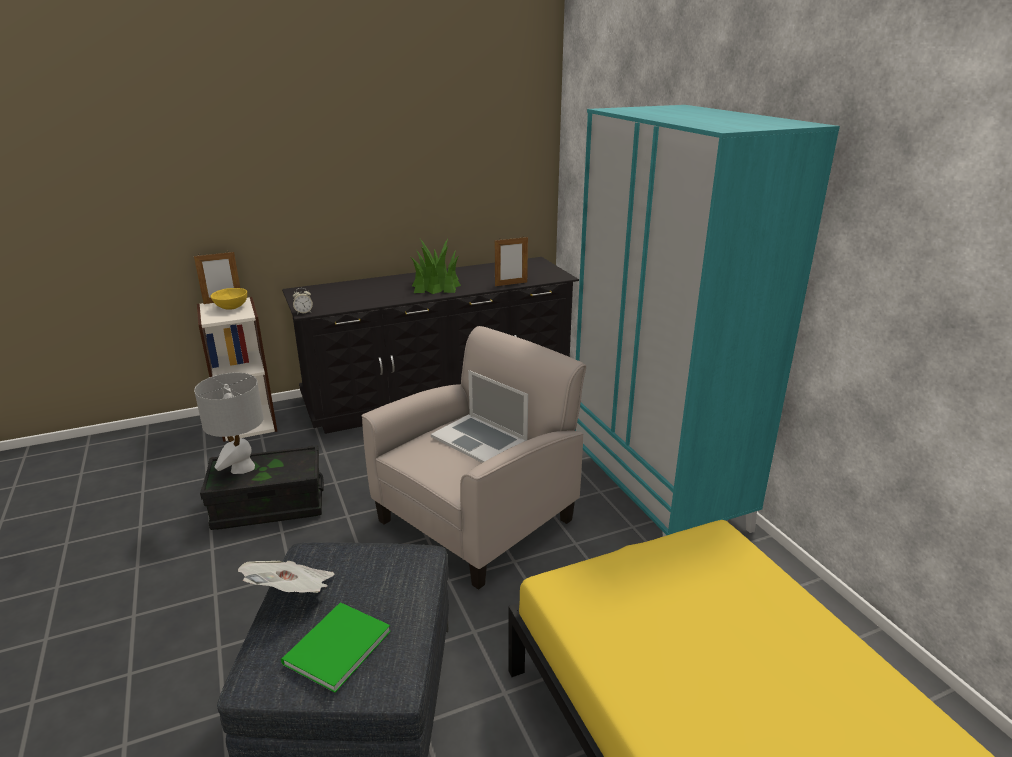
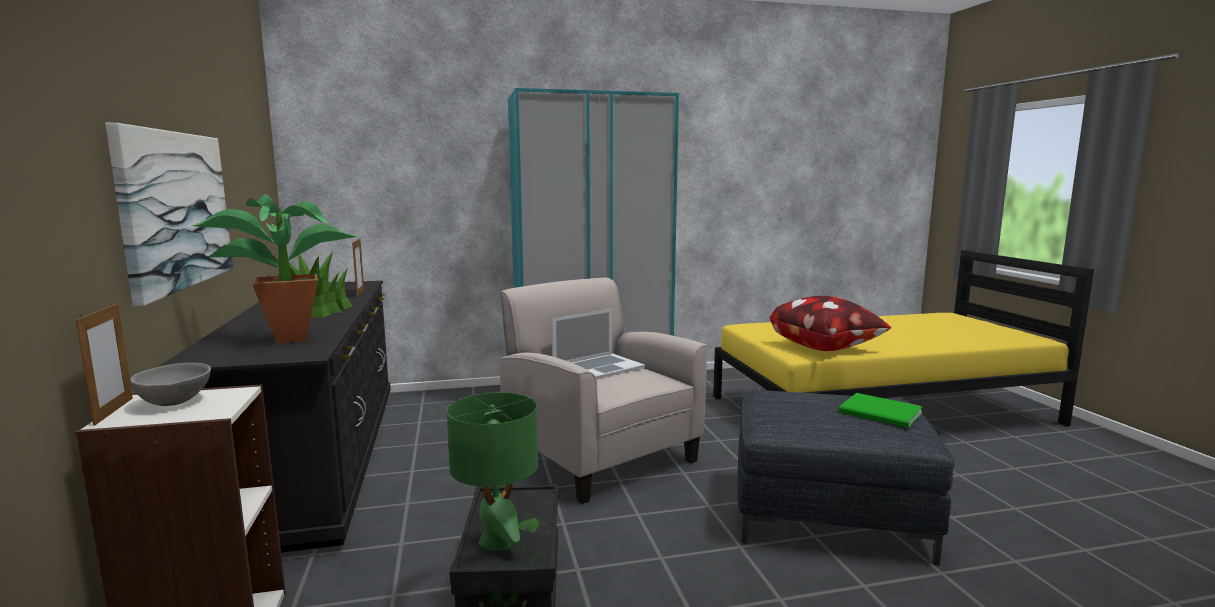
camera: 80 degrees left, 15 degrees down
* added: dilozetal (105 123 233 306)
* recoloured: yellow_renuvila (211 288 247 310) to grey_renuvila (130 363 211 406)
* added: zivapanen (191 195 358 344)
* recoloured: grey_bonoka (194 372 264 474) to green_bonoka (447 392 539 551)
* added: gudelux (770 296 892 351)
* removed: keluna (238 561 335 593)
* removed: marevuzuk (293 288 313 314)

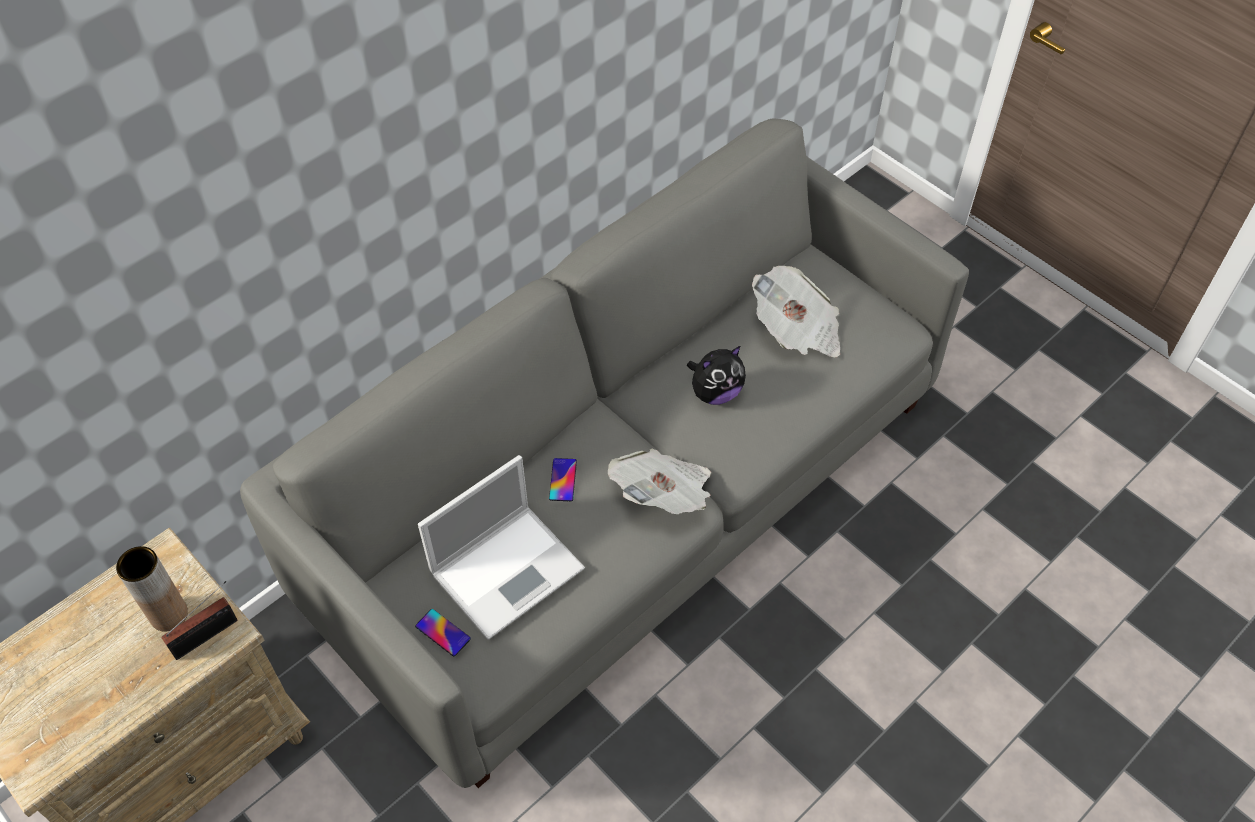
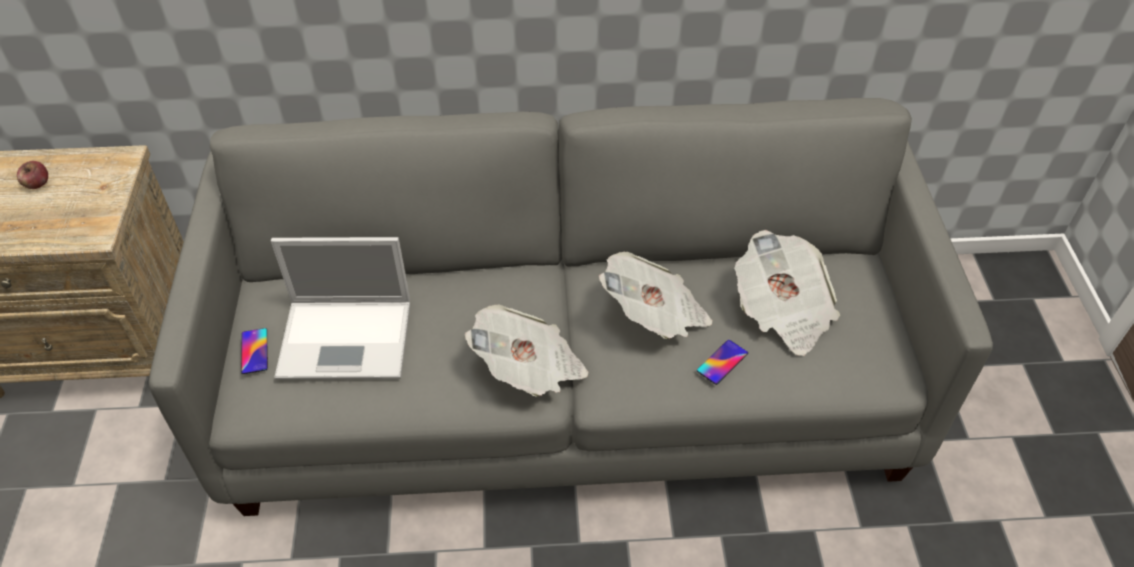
camera: 40 degrees right, 5 degrees down
* added: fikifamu (17 161 48 189)
* replaced: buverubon (687 346 746 405) to keluna (599 252 712 340)
* moved: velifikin (549 458 577 501) to (697 340 748 385)
* removed: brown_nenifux (116 546 188 632)
* removed: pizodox (161 581 237 660)

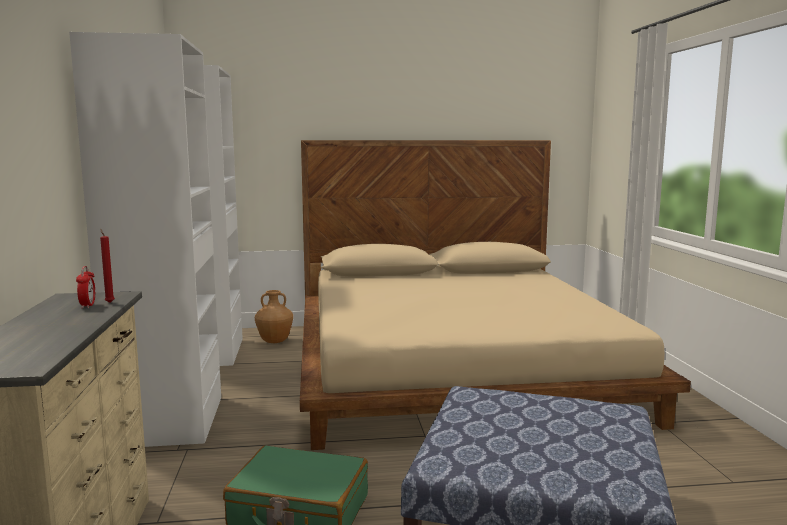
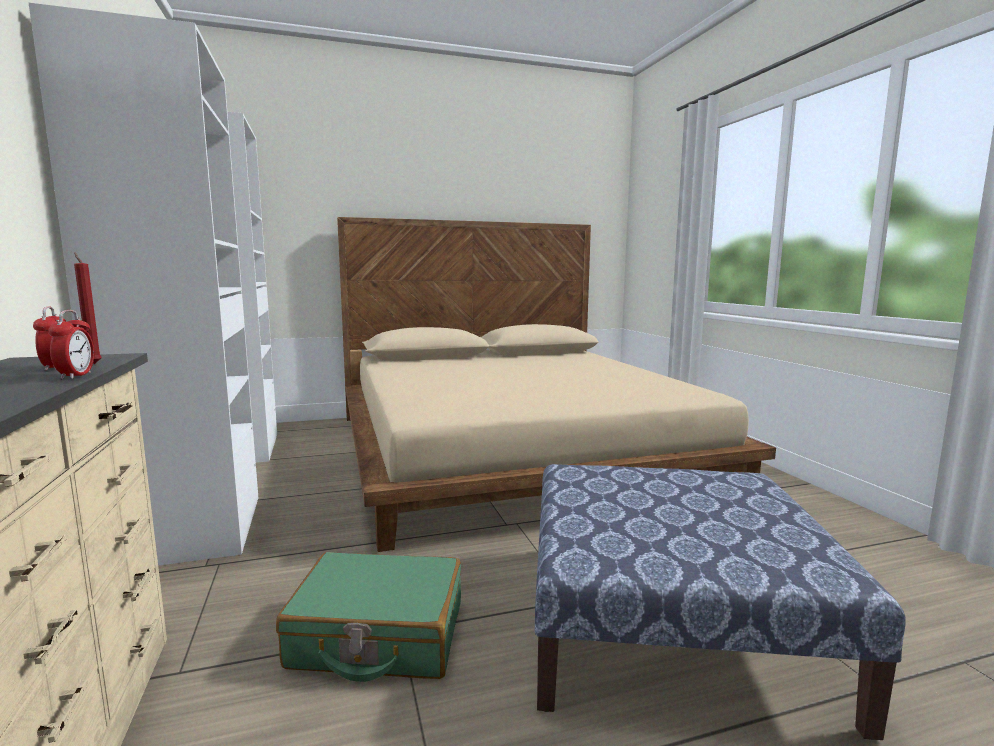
camera: 10 degrees left, 0 degrees up
* added: marevuzuk (49 310 94 379)
* removed: brown_nenifux (255 290 293 343)

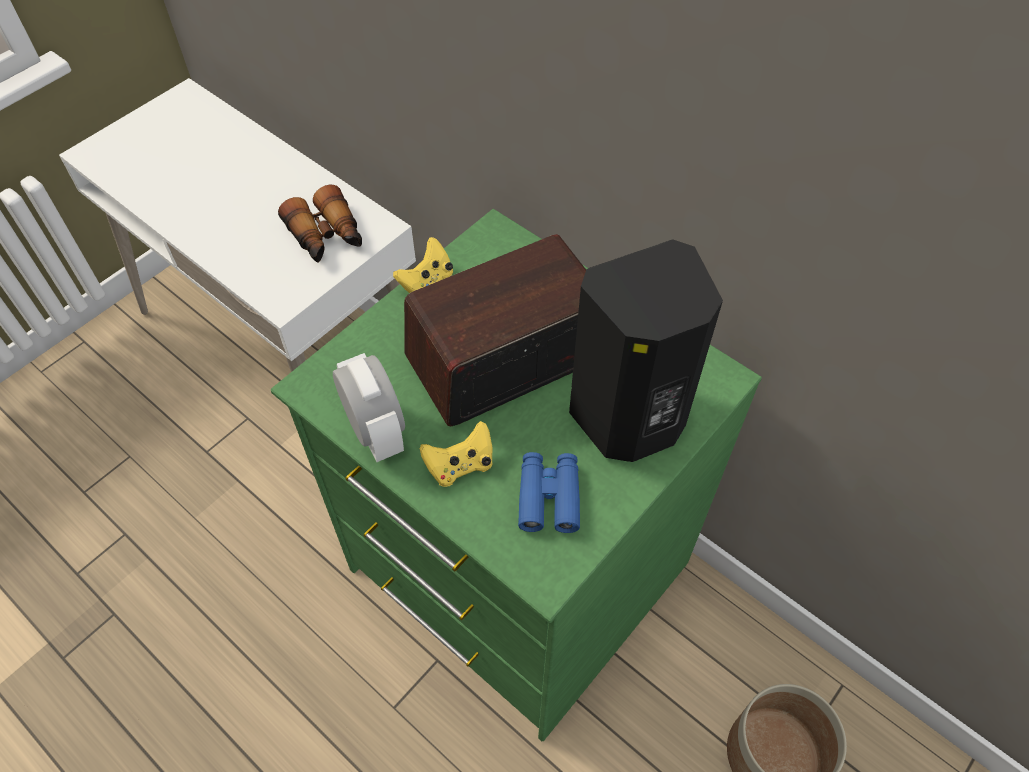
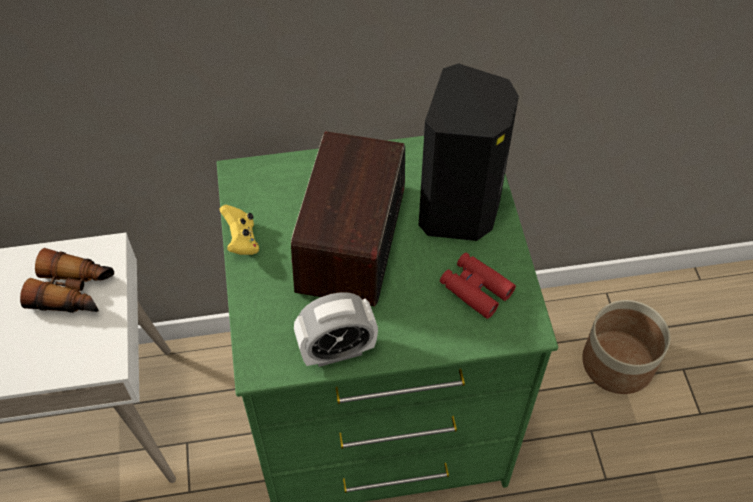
camera: 50 degrees left, 0 degrees up
* turned: marevuzuk (333 353 405 462) = (294 292 378 367) 150 degrees clockwise
* recoloured: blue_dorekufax (518 452 580 533) to red_dorekufax (440 253 516 319)
* removed: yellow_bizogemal (420 421 493 487)

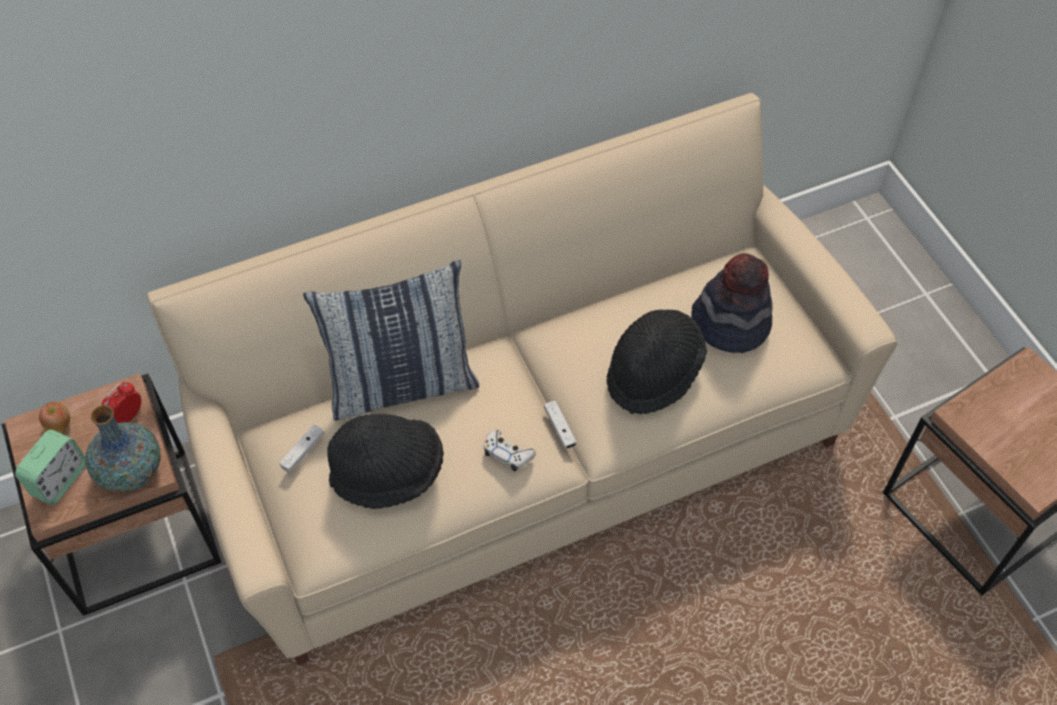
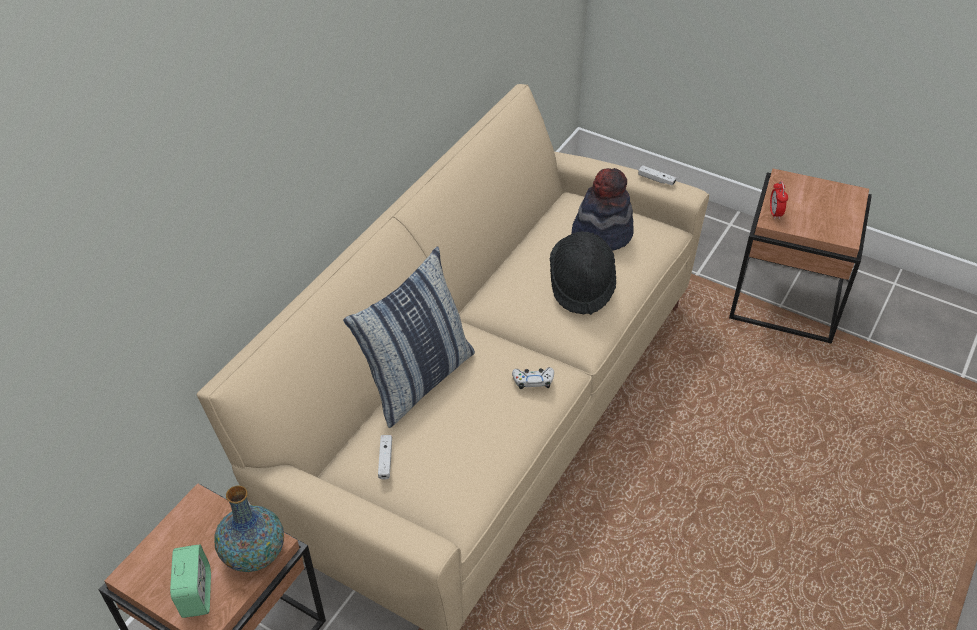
camera: 35 degrees left, 10 degrees down
* moved: white_bizogemal (544 400 577 449) to (638 165 676 185)
* moved: marevuzuk (102 382 141 423) to (770 181 788 219)
* removed: fikifamu (39 402 70 432)
* removed: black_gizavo (327 414 444 509)

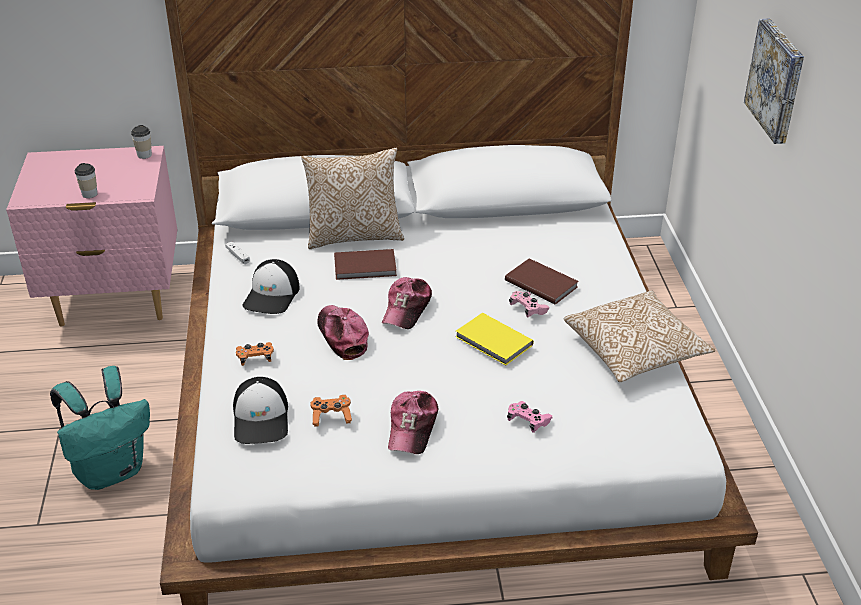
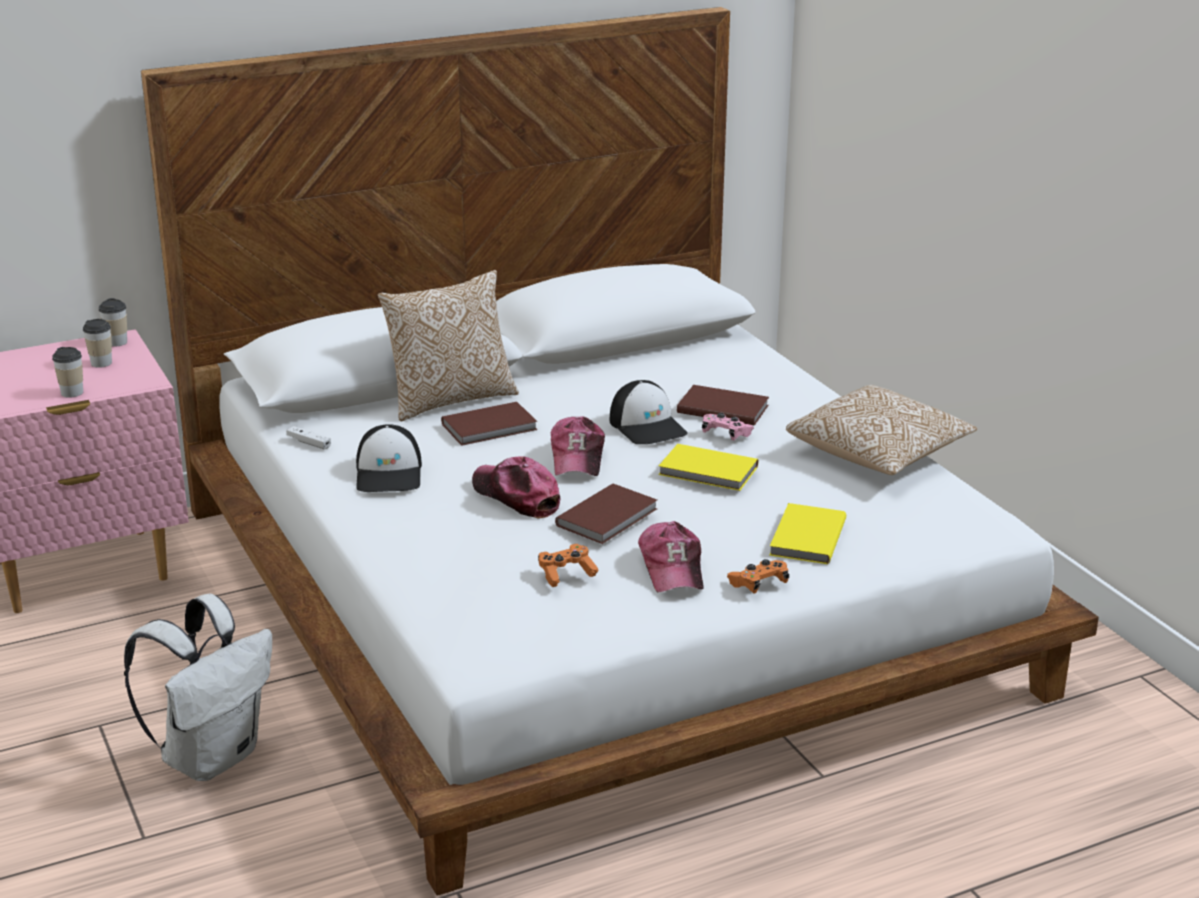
camera: 20 degrees left, 10 degrees down
* added: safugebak (83 319 112 368)
* recoloured: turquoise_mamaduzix (50 366 150 490) to white_mamaduzix (124 593 272 781)
* added: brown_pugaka (555 484 657 544)
* moved: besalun (233 377 288 444) to (610 380 688 444)
* moved: orange_bizogemal (236 342 274 366) to (727 559 789 594)
* replaced: pink_bizogemal (507 401 553 433) to yellow_pugaka (769 503 846 564)
* removed: dilozetal (744 19 804 144)

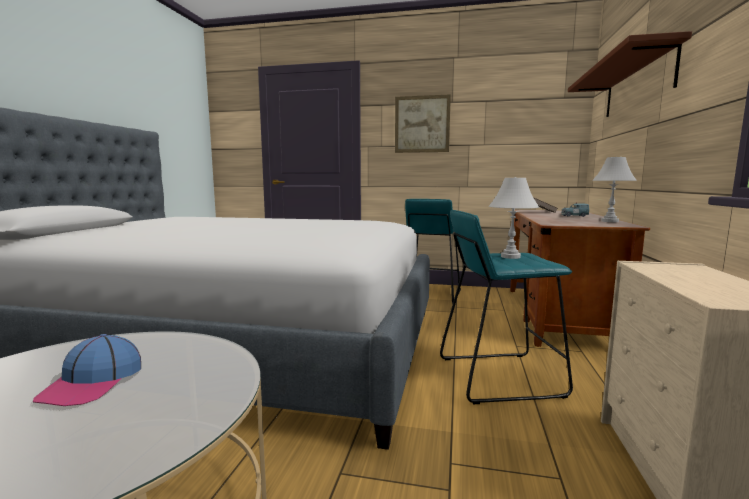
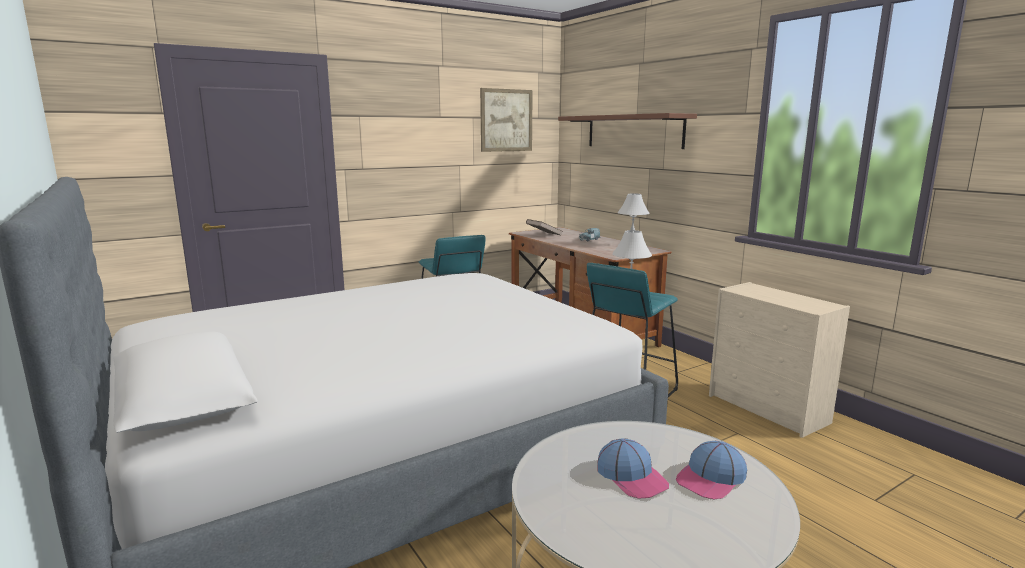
camera: 45 degrees left, 5 degrees up
* moved: dilozetal (395 94 451 153) to (480 88 533 152)
* added: besalun (676 441 747 499)

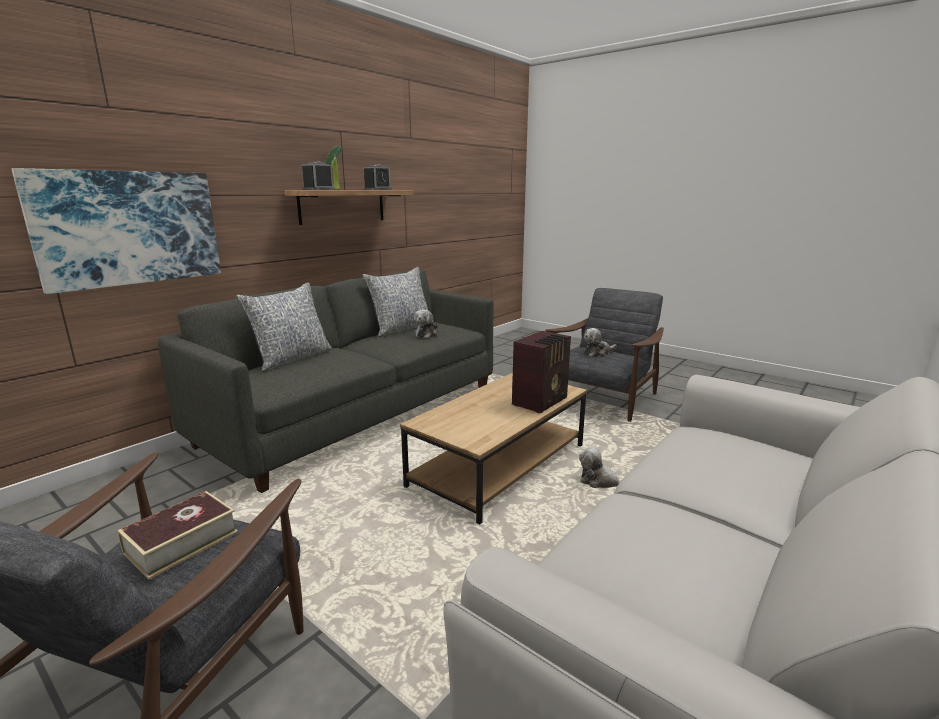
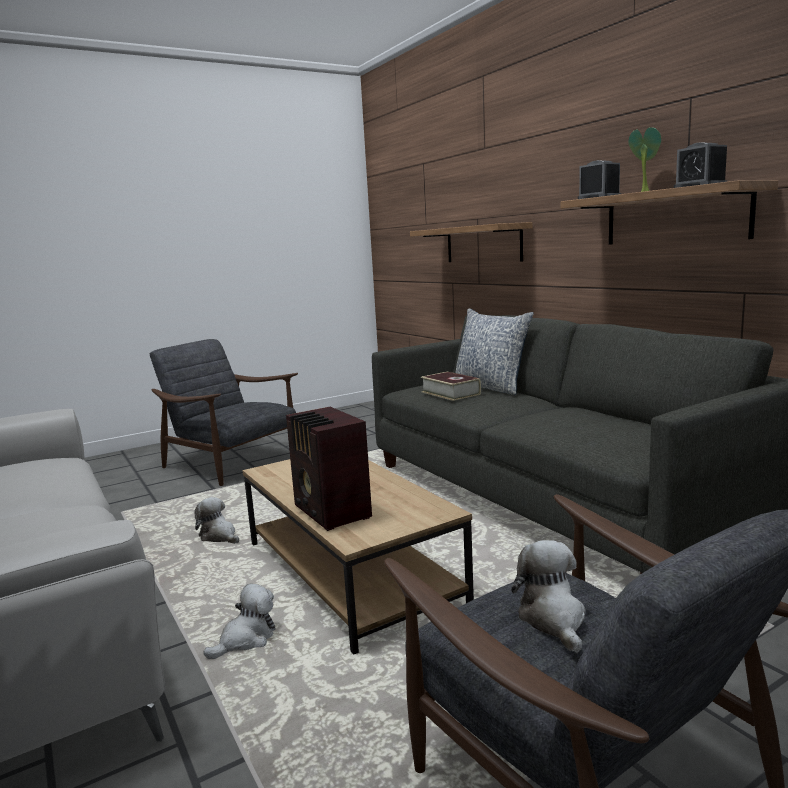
camera: 110 degrees right, 5 degrees down
* moved: buverubon (414 309 438 338) to (194 497 239 544)
* replaced: dilozetal (12 168 221 294) to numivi (410 222 533 262)
* moved: pugaka (117 491 238 579) to (421 372 481 401)
* removed: gudelux (362 267 428 337)

